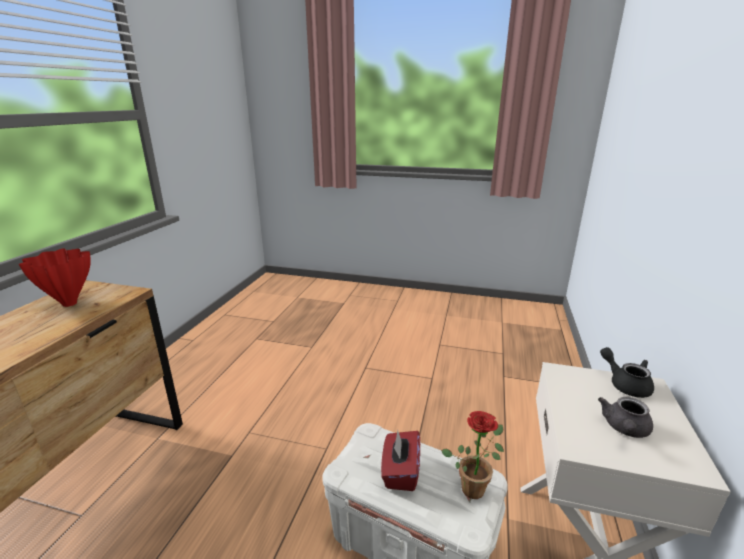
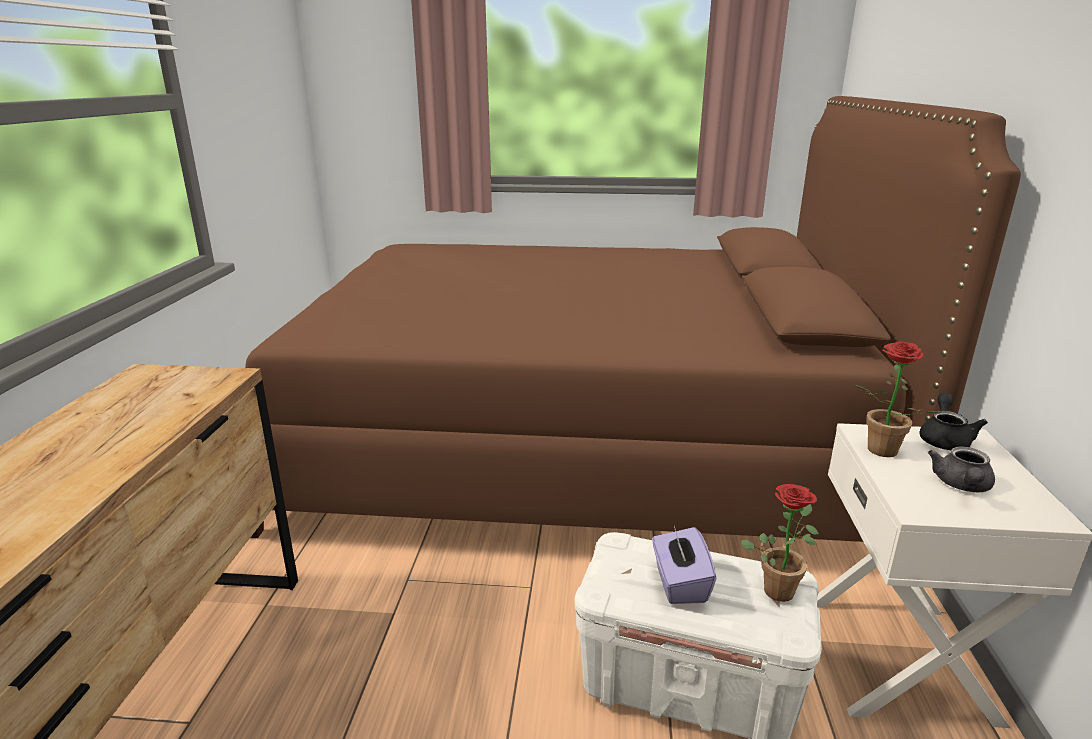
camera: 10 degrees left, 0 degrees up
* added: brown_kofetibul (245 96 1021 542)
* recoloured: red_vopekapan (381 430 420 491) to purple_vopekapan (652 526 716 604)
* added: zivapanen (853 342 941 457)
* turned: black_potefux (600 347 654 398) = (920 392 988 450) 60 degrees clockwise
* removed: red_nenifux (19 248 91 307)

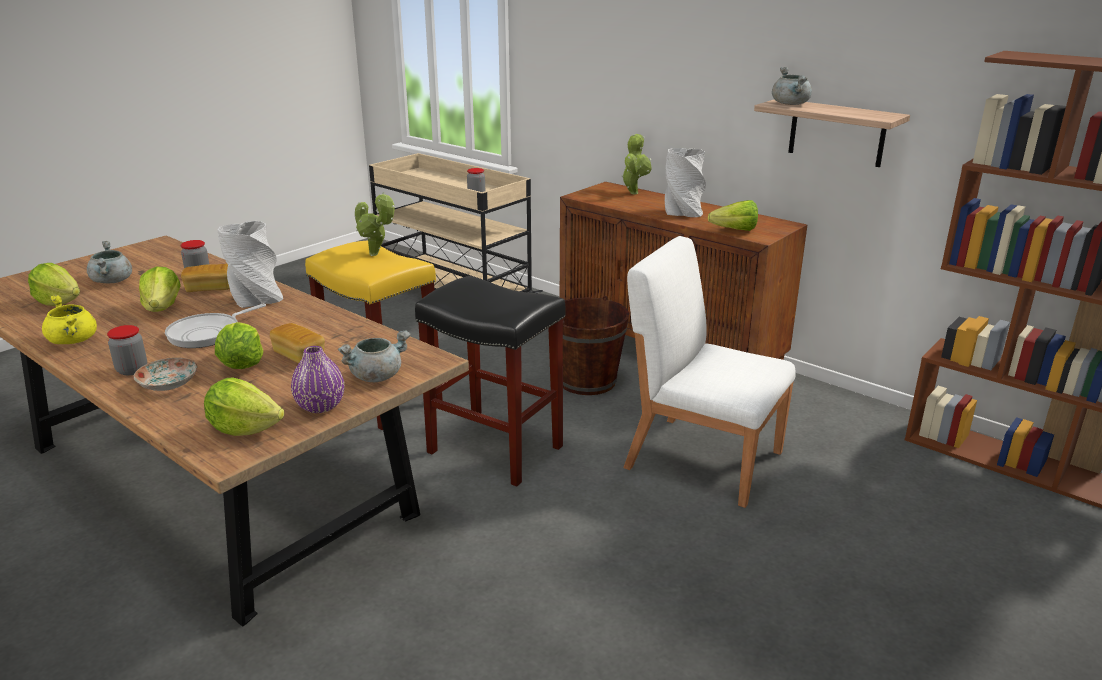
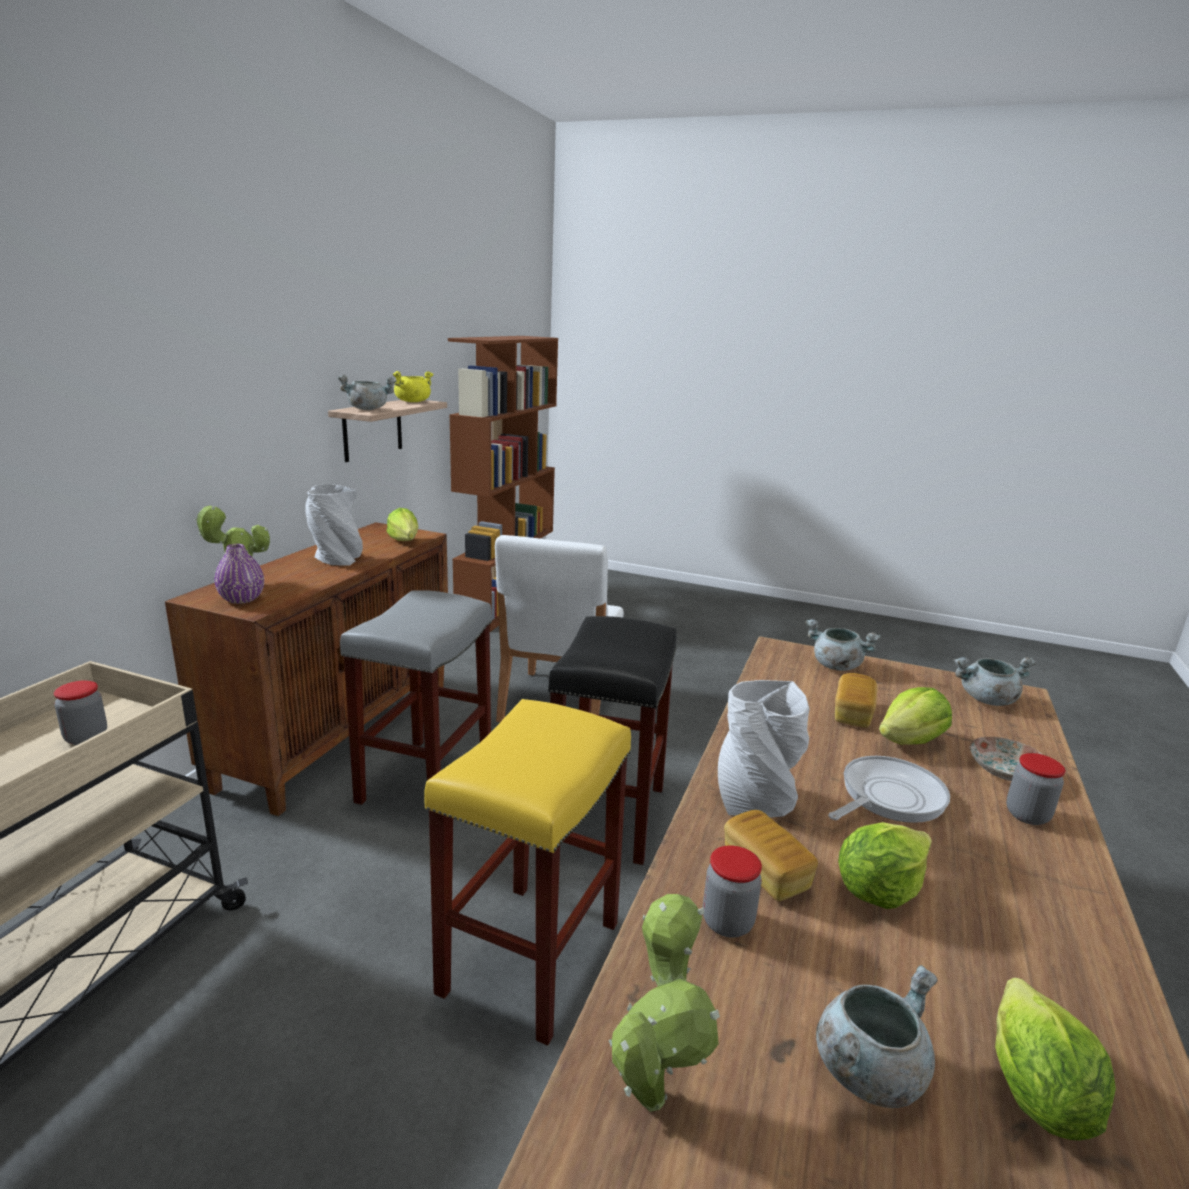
camera: 110 degrees left, 5 degrees down
* moved: purple_nenifux (291 346 344 413) to (214 544 264 604)
* replaced: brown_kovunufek (563 296 629 395) to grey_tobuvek (340 590 492 805)
* moved: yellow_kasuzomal (42 295 97 344) to (393 371 434 402)
* moved: zivapanen (355 192 395 256) to (609 894 720 1112)
* turned: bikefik (165 304 266 348) = (828 756 950 823) 60 degrees counterclockwise
* replaced: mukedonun (204 377 284 436) to grey_kasuzomal (953 657 1036 706)

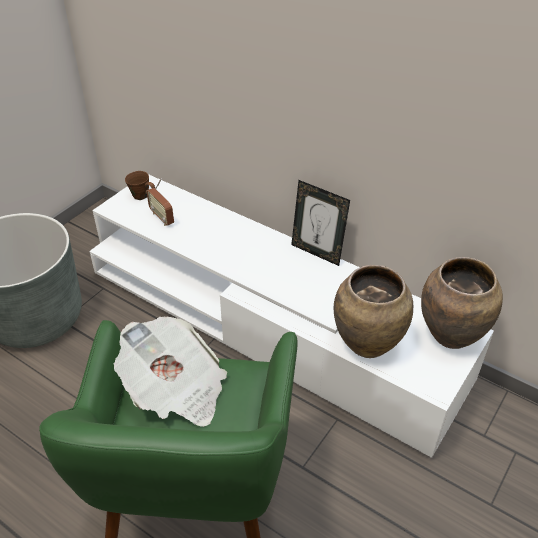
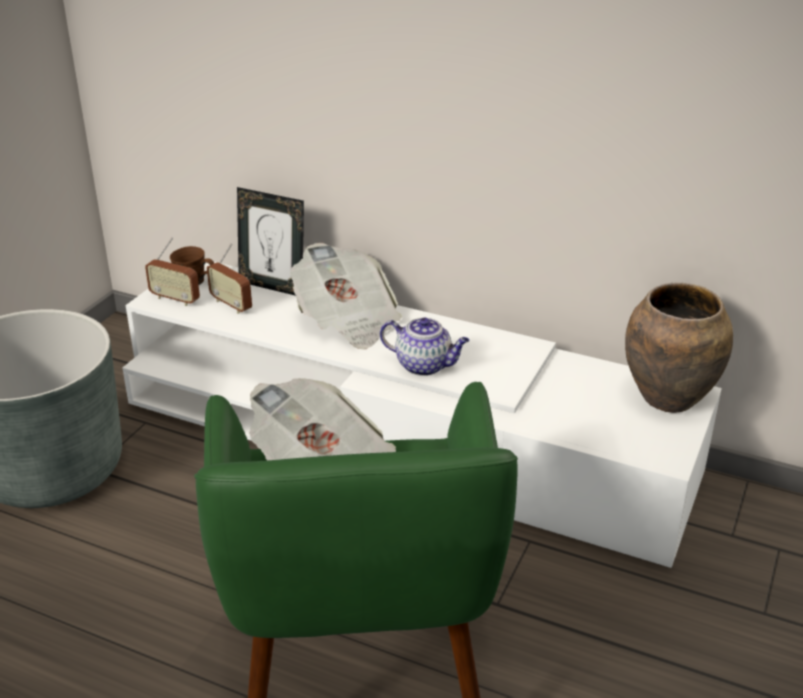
camera: 10 degrees left, 10 degrees down
* added: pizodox (145 237 200 306)
* moved: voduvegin (291 180 350 266) to (237 187 304 296)
* added: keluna (290 243 402 350)
* added: potefux (380 318 470 376)
* removed: brown_nenifux (334 265 413 358)

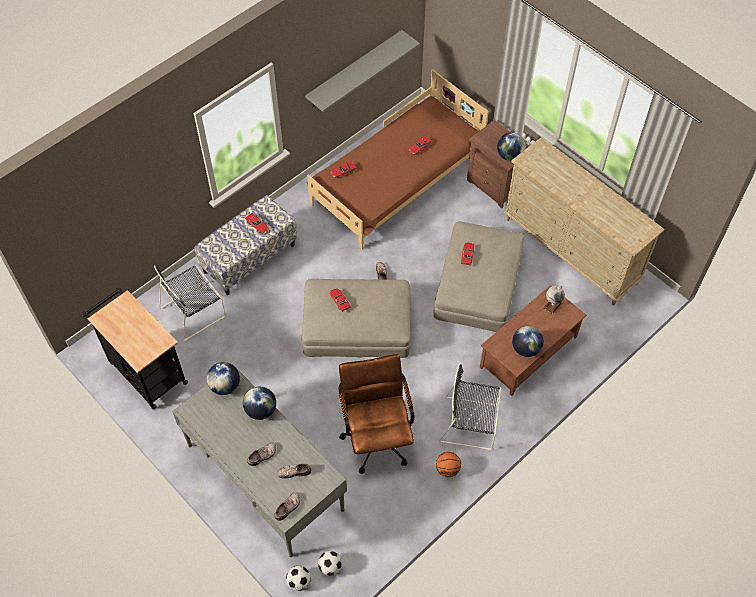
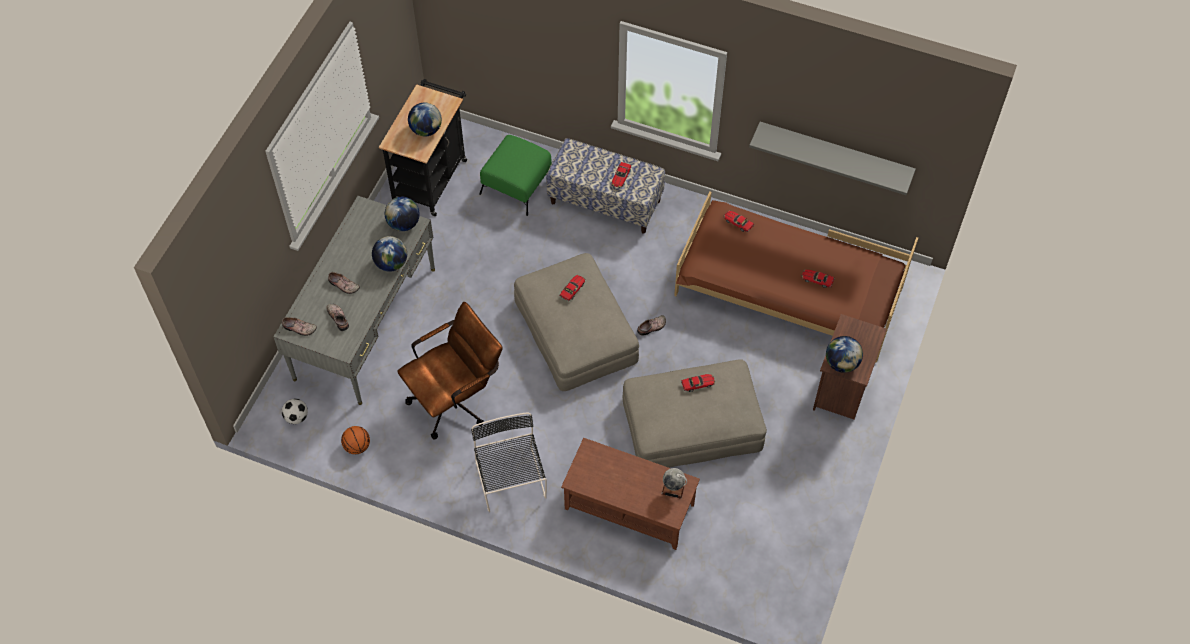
camera: 65 degrees right, 0 degrees up
* moved: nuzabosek (436 452 461 477) to (341 426 370 454)
* moved: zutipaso (512 326 544 357) to (408 103 442 136)
* replaced: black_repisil (154 265 226 341) to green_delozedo (479 135 552 216)
* removed: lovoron (286 566 311 591)
* removed: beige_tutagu (504 137 664 306)

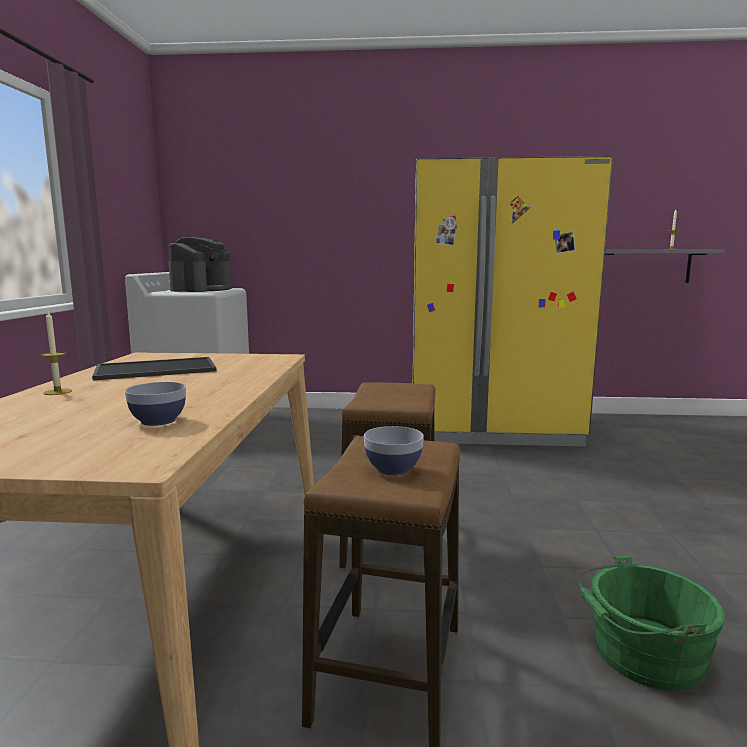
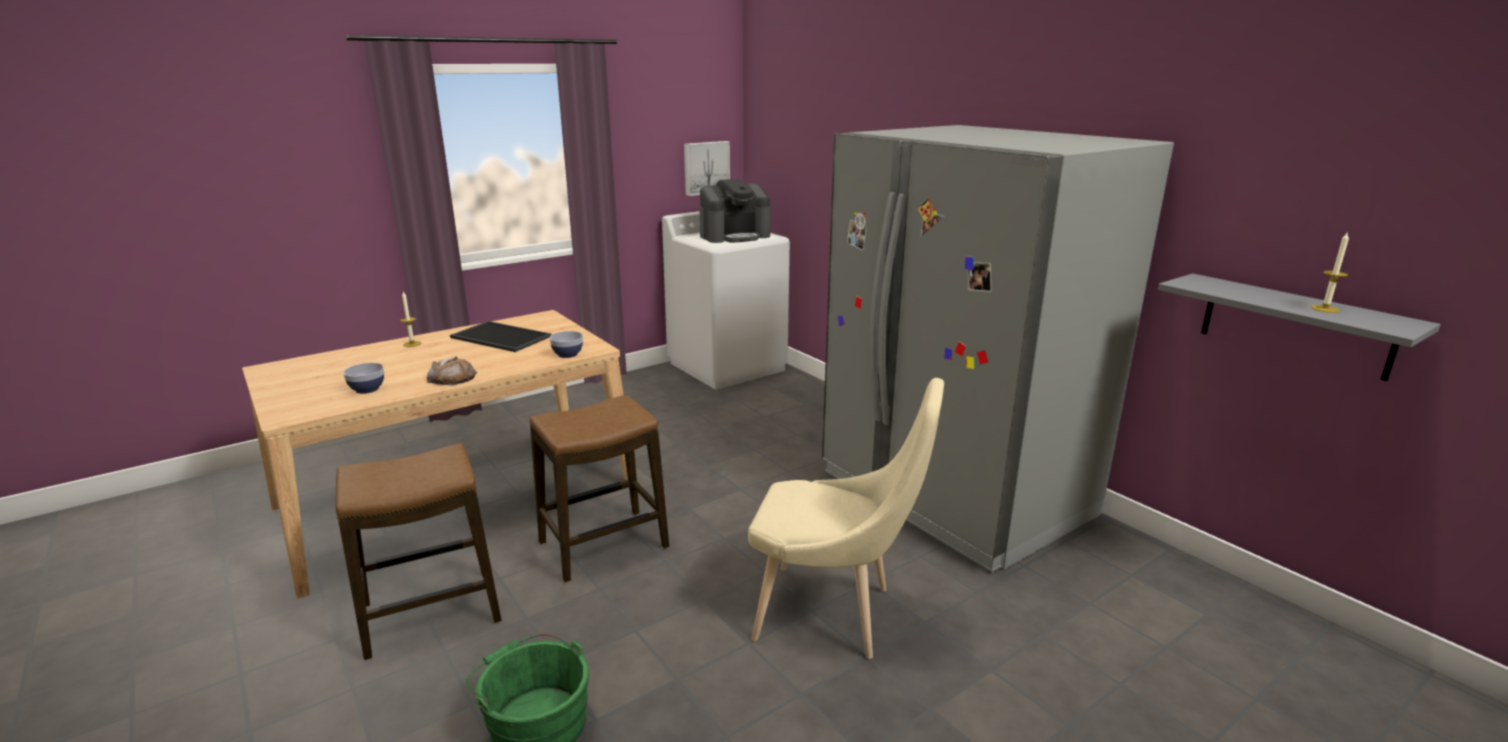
camera: 50 degrees right, 10 degrees up
* added: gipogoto (427 356 477 386)
* moved: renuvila (364 426 424 475) to (549 331 583 358)
* added: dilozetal (684 141 730 196)
* added: beige_repisil (748 378 944 659)
* recoloured: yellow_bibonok (413 156 613 447) to grey_bibonok (822 125 1174 572)

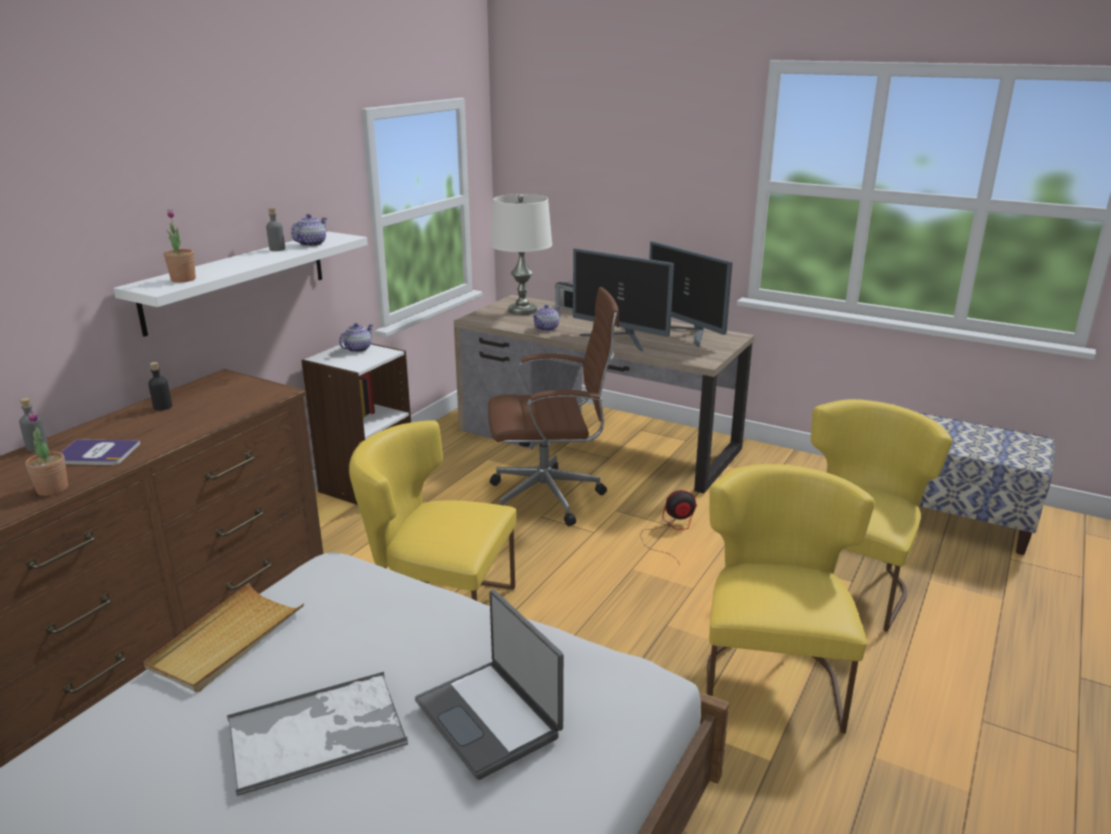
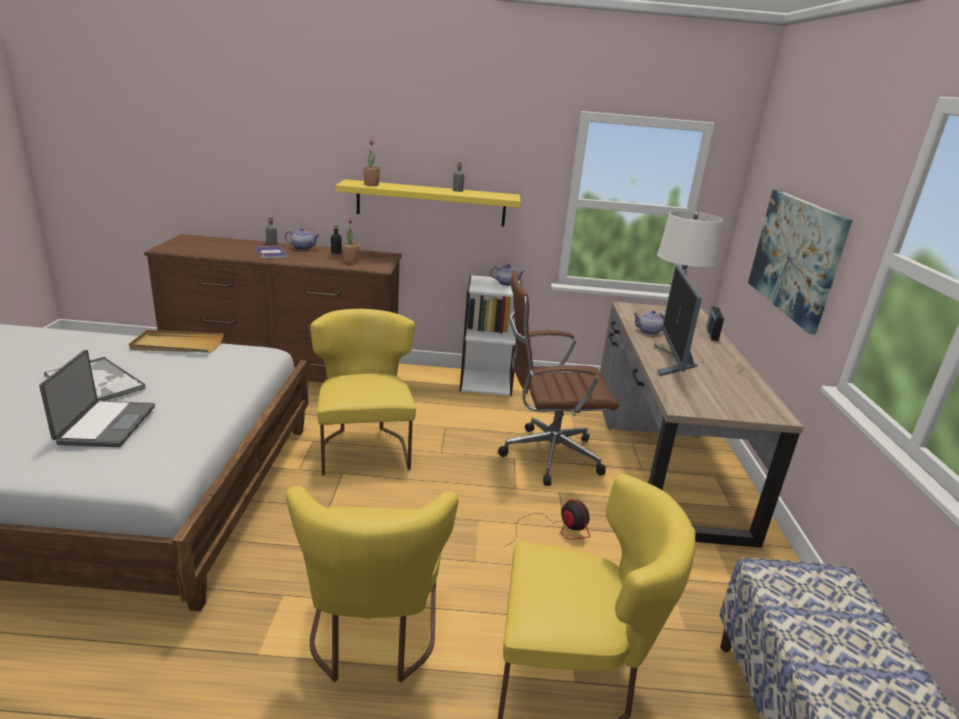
camera: 60 degrees right, 0 degrees up
* turned: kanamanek (415 590 564 780) = (39 350 155 447) 150 degrees clockwise
* moved: potefux (291 214 327 246) to (285 228 319 250)
* turned: yellow_repisil (706 464 875 733) = (286 486 458 682) 105 degrees clockwise
* recoloured: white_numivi (113 232 368 337) to yellow_numivi (336 179 521 227)
* moved: zivapanen (25 411 68 496) to (342 219 359 263)
* turned: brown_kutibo (488 287 620 526) = (498 271 619 486) 120 degrees clockwise
* added: dilozetal (748 190 853 335)
* removed: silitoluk (649 241 733 347)

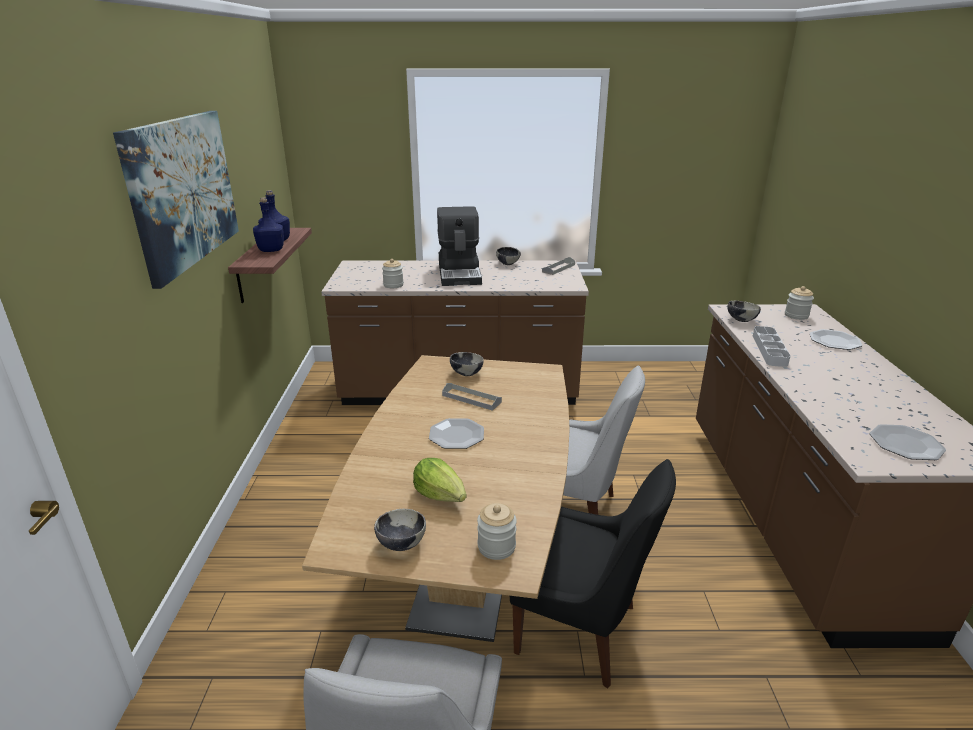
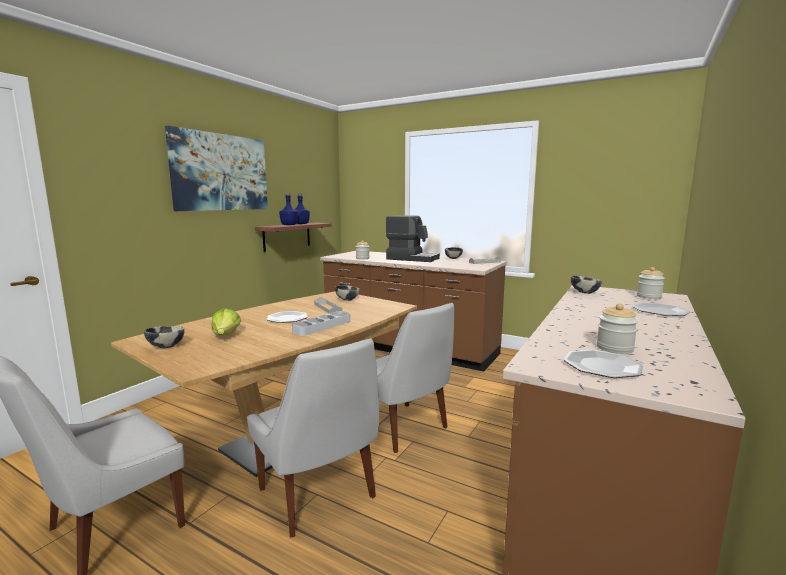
camera: 30 degrees right, 15 degrees down
* recoloured: black_repisil (510 459 676 689) to white_repisil (247 338 379 538)
* moved: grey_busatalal (753 326 791 367) to (292 311 350 336)
* turned: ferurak (437 206 482 286) = (386 215 440 262) 90 degrees counterclockwise
* moved: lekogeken (477 503 517 560) to (597 303 638 354)

